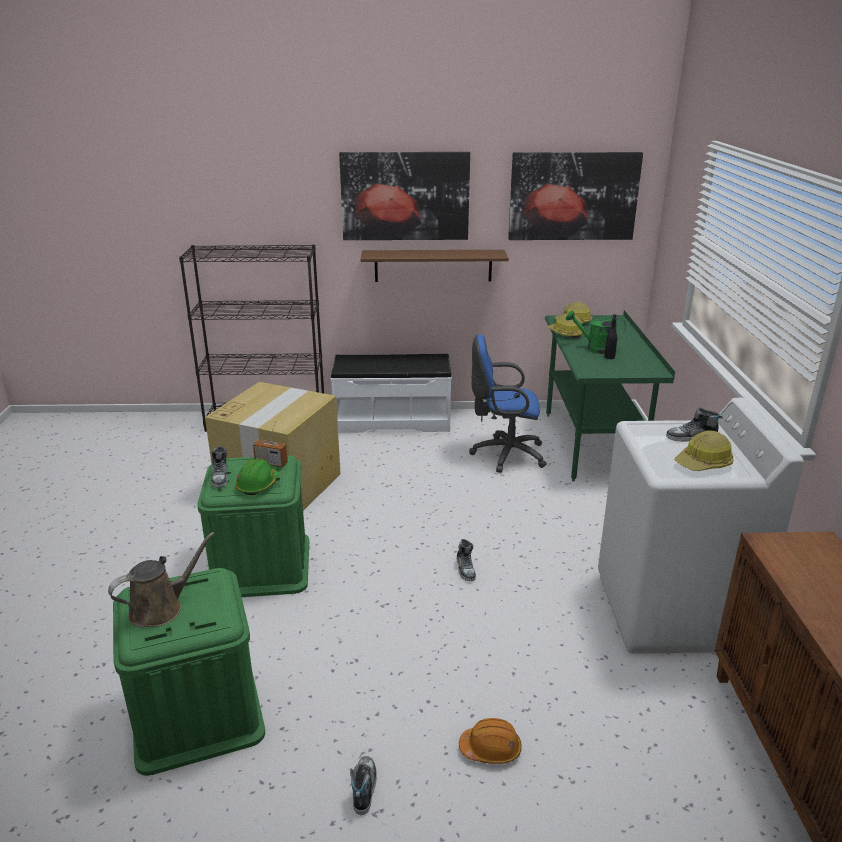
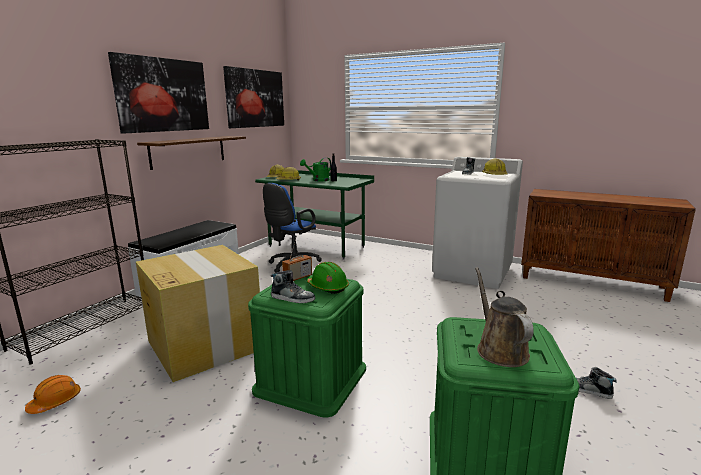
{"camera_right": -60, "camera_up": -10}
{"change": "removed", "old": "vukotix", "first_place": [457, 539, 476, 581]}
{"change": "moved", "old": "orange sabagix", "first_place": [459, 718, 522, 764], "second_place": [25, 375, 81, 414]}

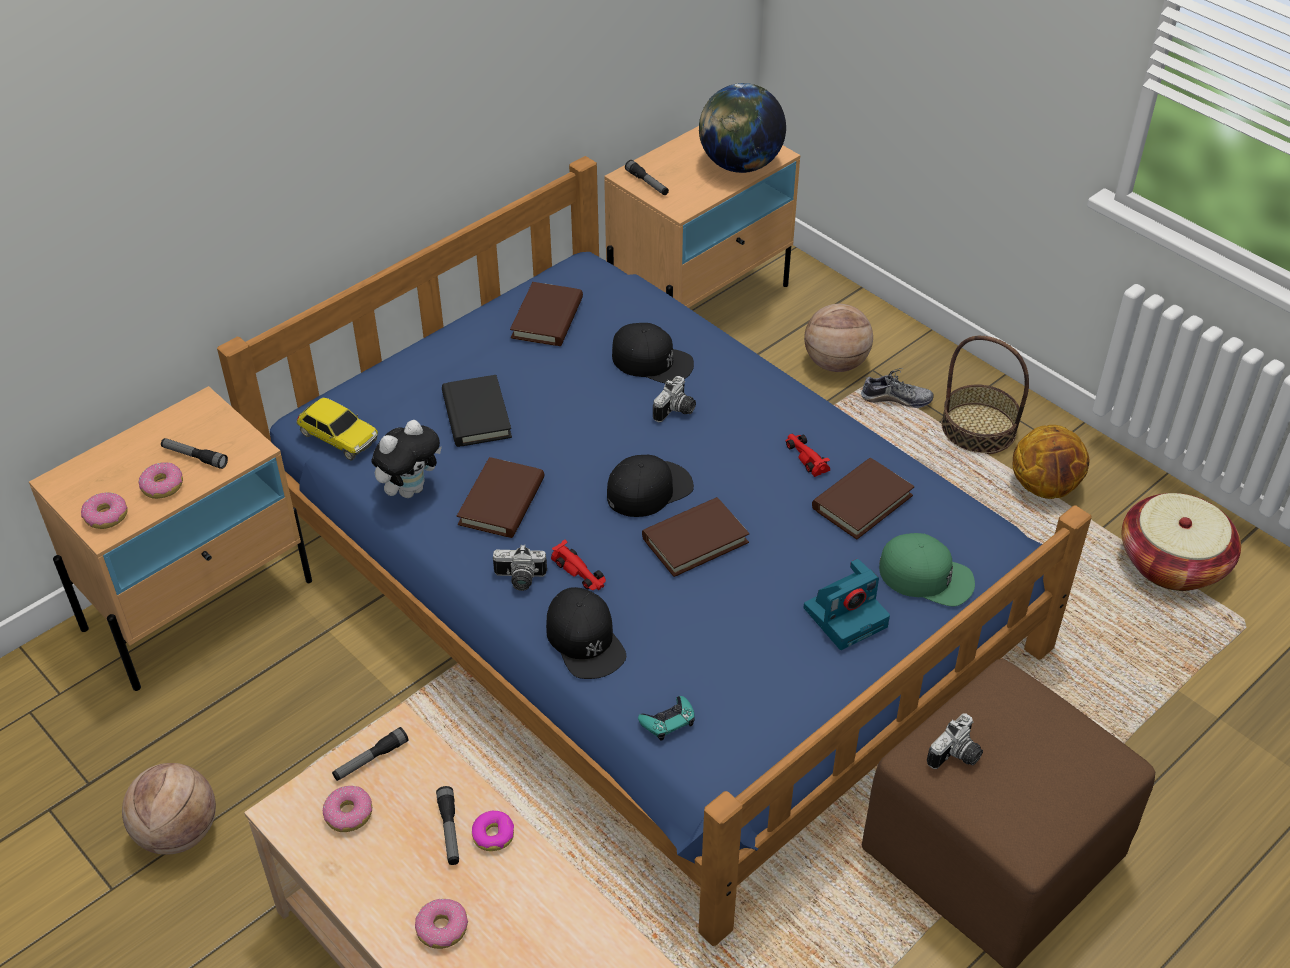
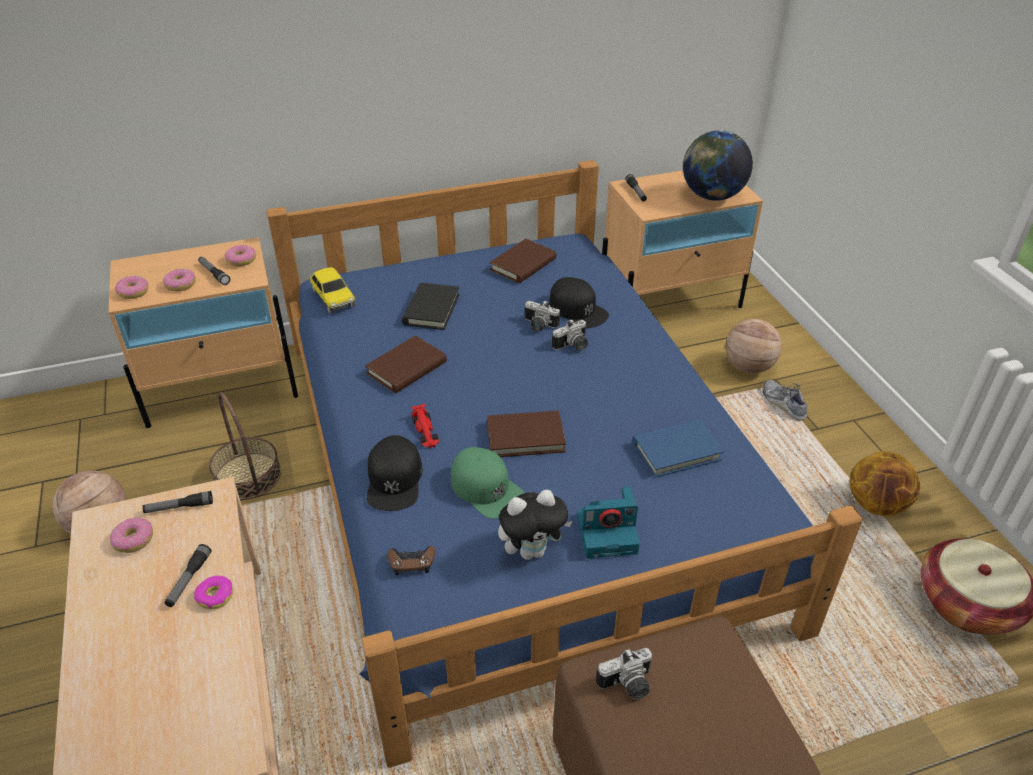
{"camera_right": 25, "camera_up": -5}
{"change": "removed", "old": "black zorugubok", "first_place": [607, 455, 694, 517]}
{"change": "removed", "old": "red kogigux", "first_place": [785, 434, 830, 477]}
{"change": "moved", "old": "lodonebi", "first_place": [371, 420, 442, 498], "second_place": [498, 490, 573, 560]}
{"change": "moved", "old": "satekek", "first_place": [415, 899, 468, 949], "second_place": [224, 245, 256, 266]}
{"change": "moved", "old": "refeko", "first_place": [493, 545, 547, 591], "second_place": [525, 301, 560, 331]}
{"change": "moved", "old": "green zorugubok", "first_place": [879, 533, 975, 606], "second_place": [451, 447, 524, 519]}
{"change": "moved", "old": "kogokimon", "first_place": [941, 336, 1029, 454], "second_place": [209, 392, 281, 500]}
{"change": "recoloured", "old": "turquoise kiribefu", "new": "brown kiribefu", "first_place": [638, 696, 695, 740], "second_place": [388, 546, 435, 575]}
{"change": "recoloured", "old": "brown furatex", "new": "blue furatex", "first_place": [812, 458, 915, 539], "second_place": [632, 420, 724, 478]}
{"change": "turned", "old": "vukotix", "first_place": [861, 368, 934, 408], "second_place": [763, 380, 807, 420], "degrees": -150}

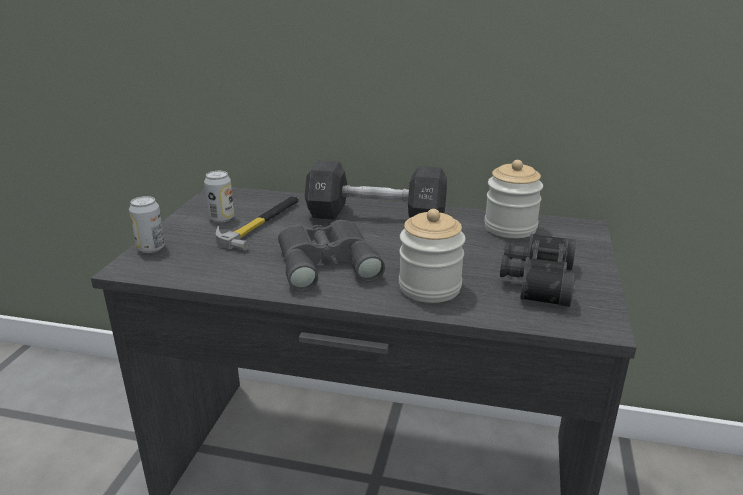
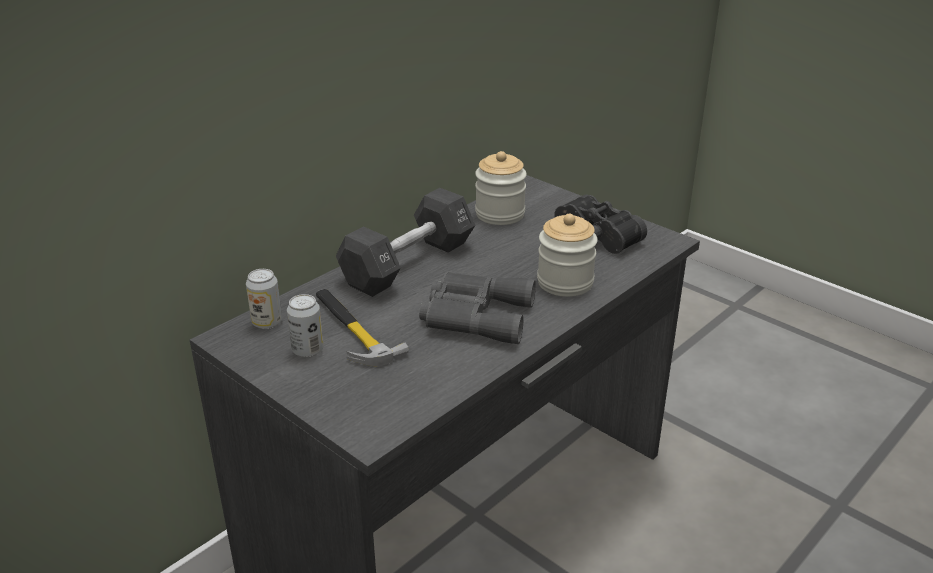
{"camera_right": -60, "camera_up": 5}
{"change": "moved", "old": "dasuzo", "first_place": [129, 196, 165, 253], "second_place": [246, 269, 282, 329]}

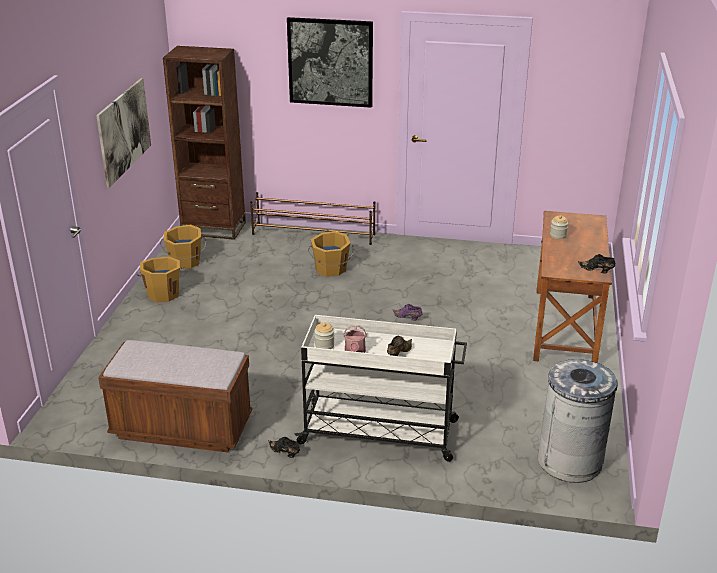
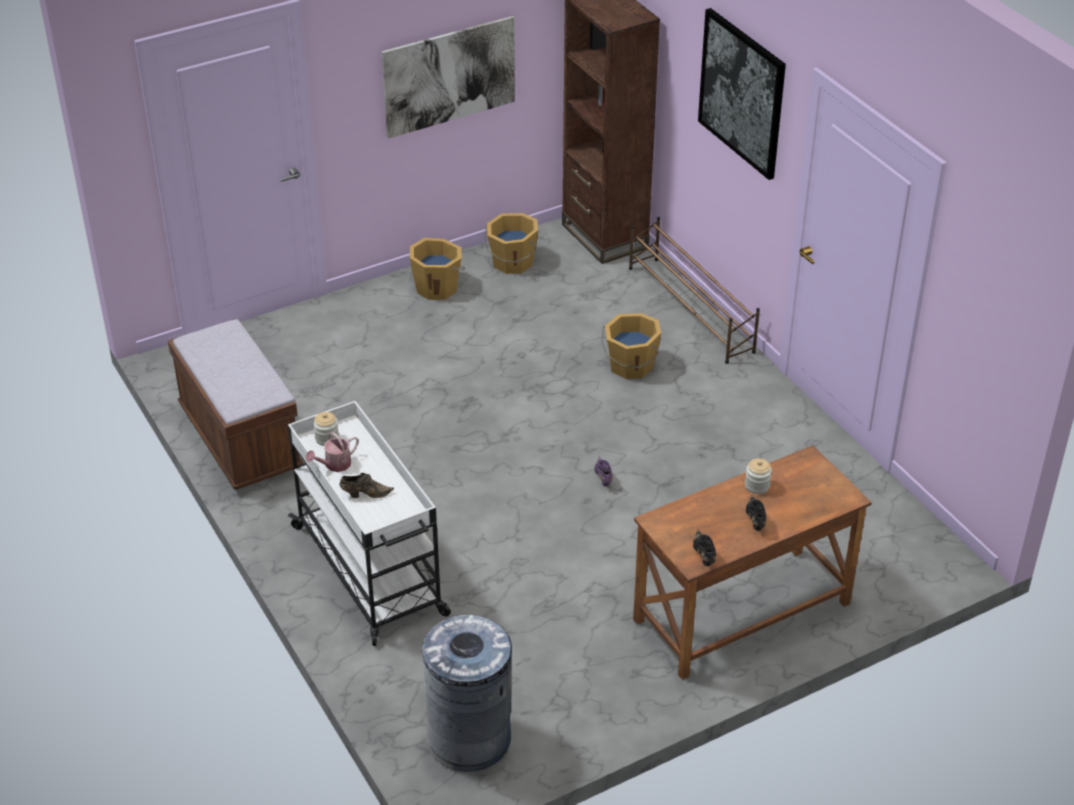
{"camera_right": 50, "camera_up": 10}
{"change": "moved", "old": "black vukotix", "first_place": [268, 437, 300, 458], "second_place": [746, 495, 766, 531]}

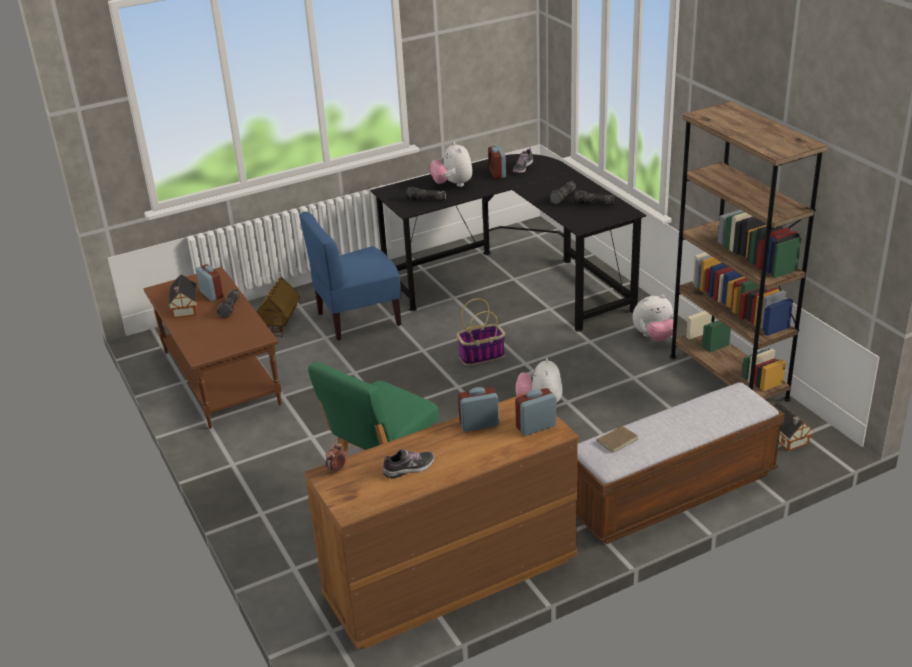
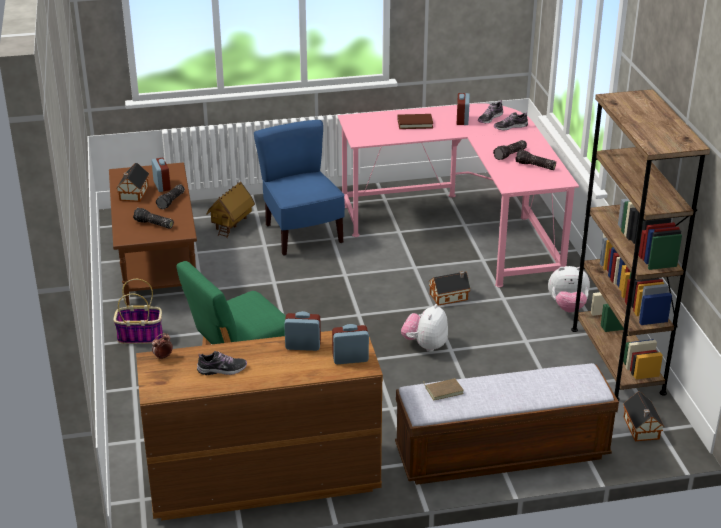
{"camera_right": 15, "camera_up": 0}
{"change": "added", "new": "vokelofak", "second_place": [429, 271, 471, 306]}
{"change": "added", "new": "vukotix", "second_place": [494, 112, 528, 131]}
{"change": "moved", "old": "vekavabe", "first_place": [406, 187, 446, 201], "second_place": [133, 208, 174, 229]}
{"change": "moved", "old": "kogokimon", "first_place": [457, 298, 505, 365], "second_place": [113, 279, 163, 344]}
{"change": "replaced", "old": "lodonebi", "new": "brown furatex", "first_place": [430, 142, 473, 187], "second_place": [397, 114, 433, 129]}
{"change": "recoloured", "old": "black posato", "new": "pink posato", "first_place": [370, 154, 646, 332], "second_place": [337, 103, 579, 287]}
{"change": "turned", "old": "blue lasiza", "first_place": [299, 212, 401, 340], "second_place": [254, 120, 345, 256], "degrees": 75}

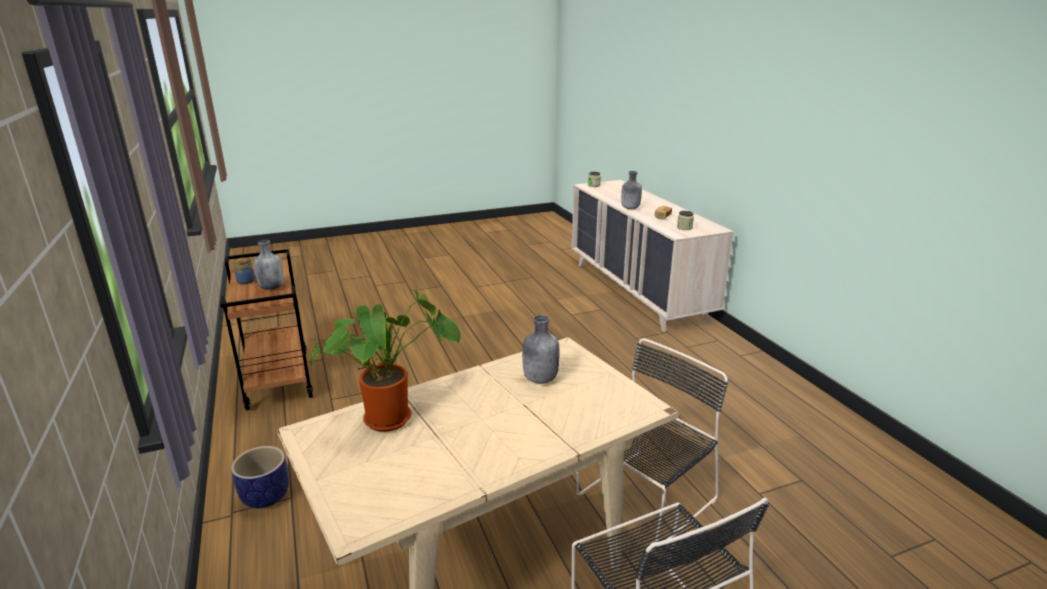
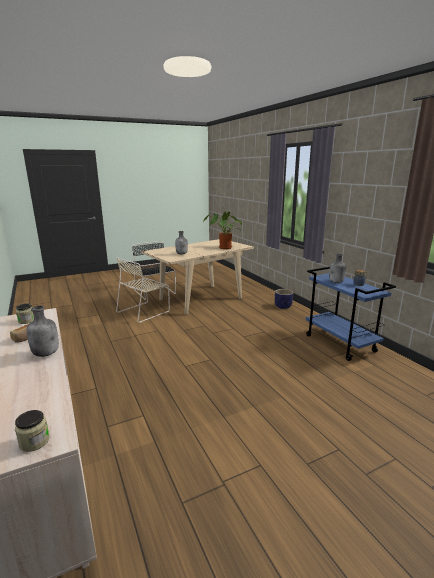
{"camera_right": 175, "camera_up": -5}
{"change": "recoloured", "old": "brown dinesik", "new": "blue dinesik", "first_place": [220, 249, 313, 411], "second_place": [306, 267, 396, 361]}
{"change": "recoloured", "old": "black lasiza", "new": "beige lasiza", "first_place": [576, 338, 728, 542], "second_place": [116, 257, 170, 323]}

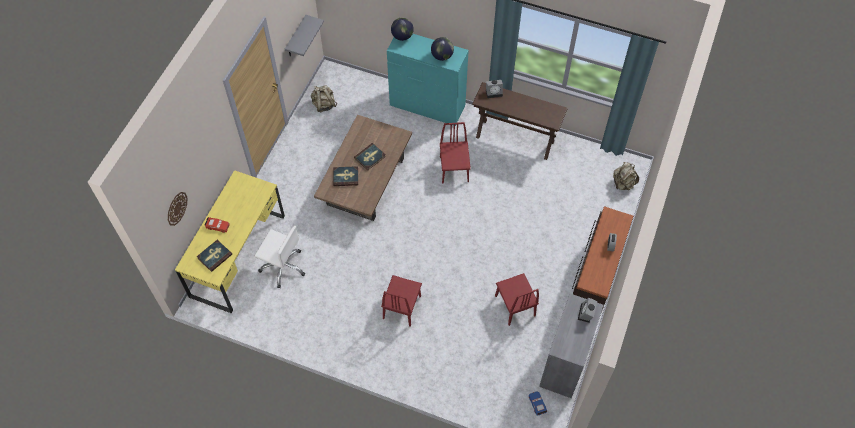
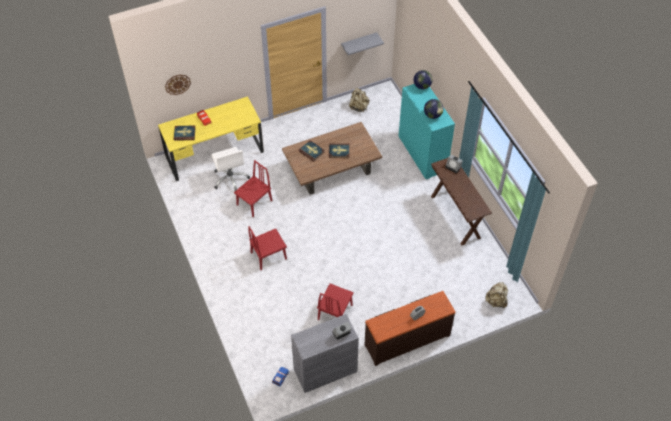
{"camera_right": 45, "camera_up": -5}
{"change": "moved", "old": "red lasiza", "first_place": [440, 122, 471, 184], "second_place": [234, 160, 272, 217]}

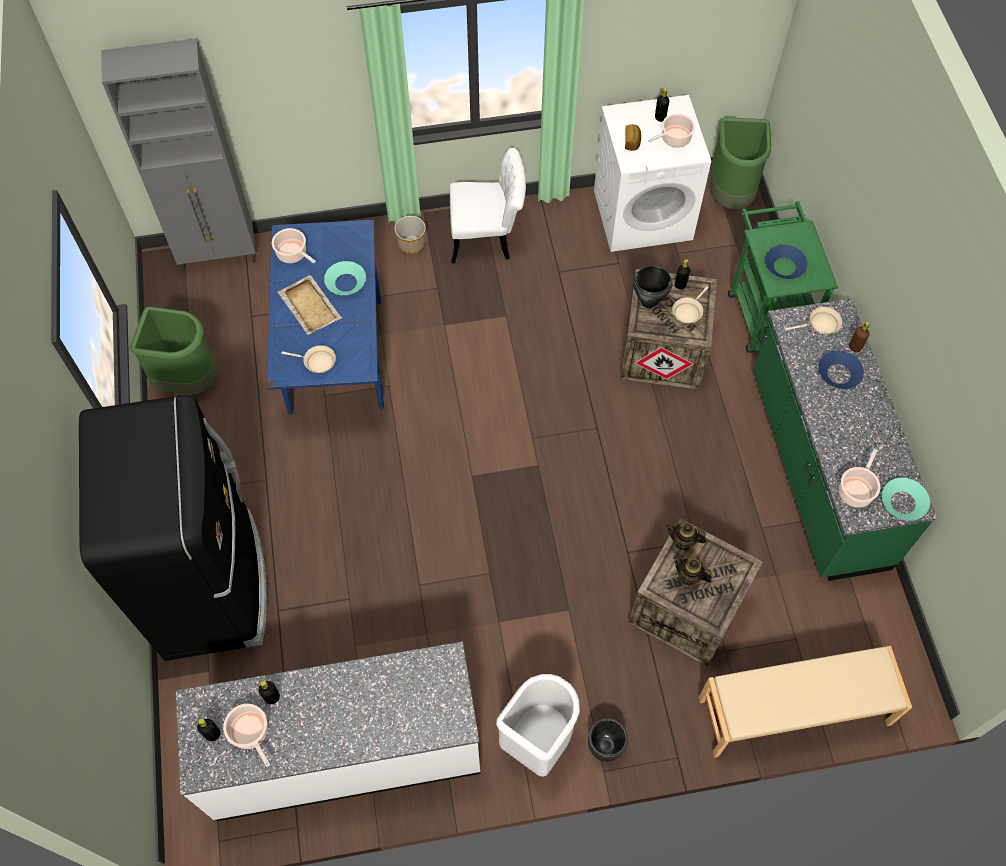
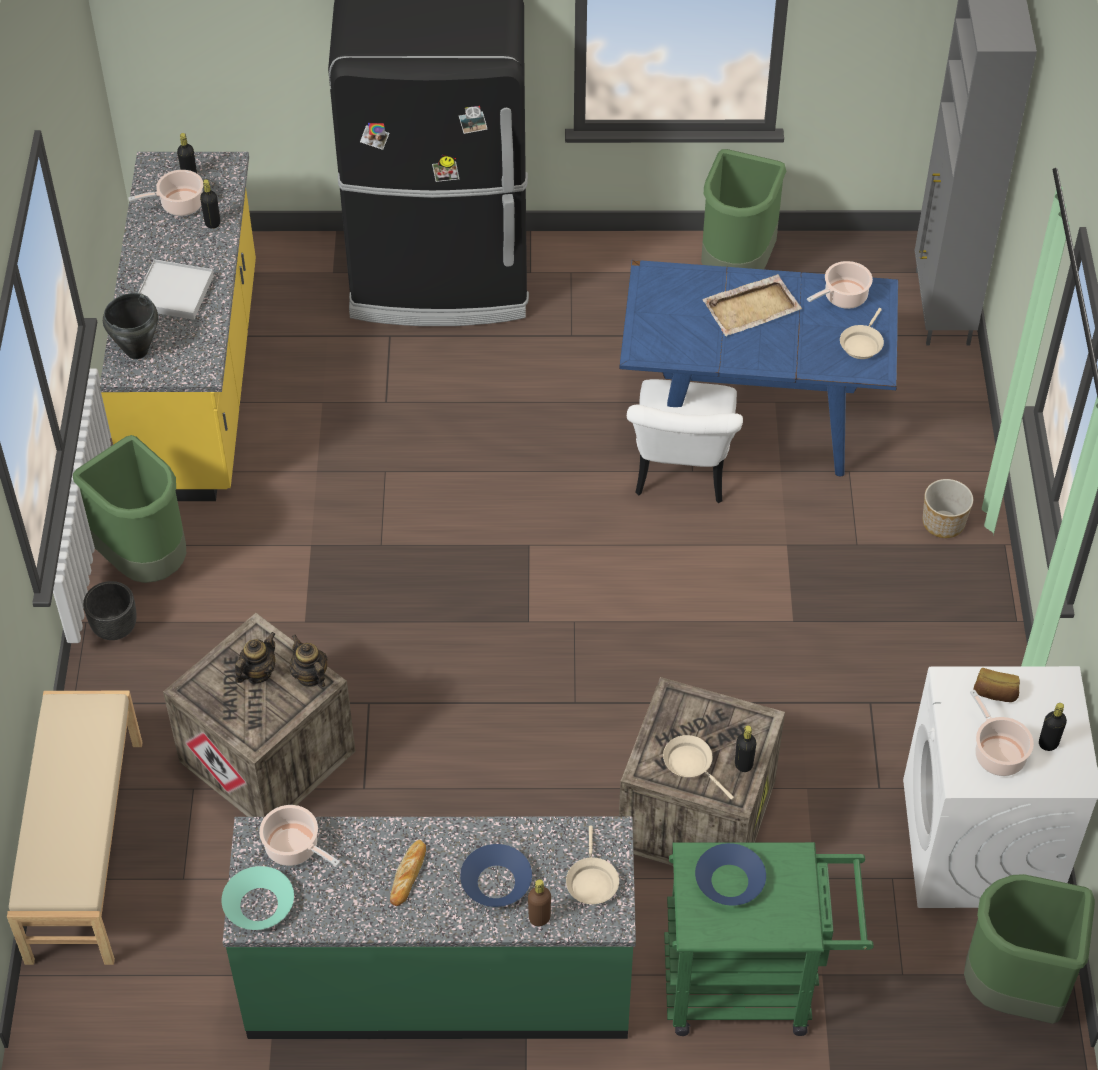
{"camera_right": 100, "camera_up": -10}
{"change": "removed", "old": "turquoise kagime", "first_place": [324, 261, 366, 295]}
{"change": "added", "new": "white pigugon", "second_place": [138, 259, 214, 320]}
{"change": "added", "new": "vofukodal", "second_place": [390, 840, 426, 906]}
{"change": "moved", "old": "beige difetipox", "first_place": [281, 345, 336, 373], "second_place": [840, 308, 884, 359]}
{"change": "moved", "old": "white lasiza", "first_place": [450, 148, 526, 263], "second_place": [627, 379, 743, 503]}
{"change": "moved", "old": "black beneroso", "first_place": [633, 266, 673, 308], "second_place": [103, 293, 158, 359]}
{"change": "recoloured", "old": "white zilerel", "new": "yellow zilerel", "first_place": [176, 642, 480, 821], "second_place": [100, 152, 256, 501]}
{"change": "recoloured", "old": "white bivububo", "new": "green bivububo", "first_place": [496, 674, 580, 777], "second_place": [73, 435, 186, 583]}
{"change": "turned", "old": "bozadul", "first_place": [666, 522, 706, 551], "second_place": [290, 635, 327, 687], "degrees": -60}

